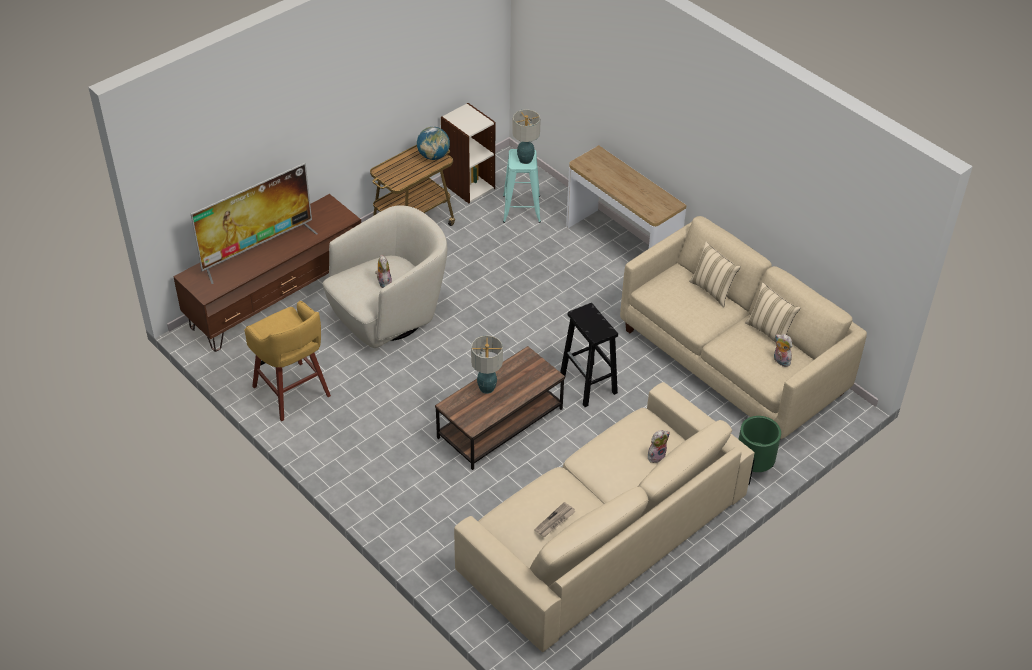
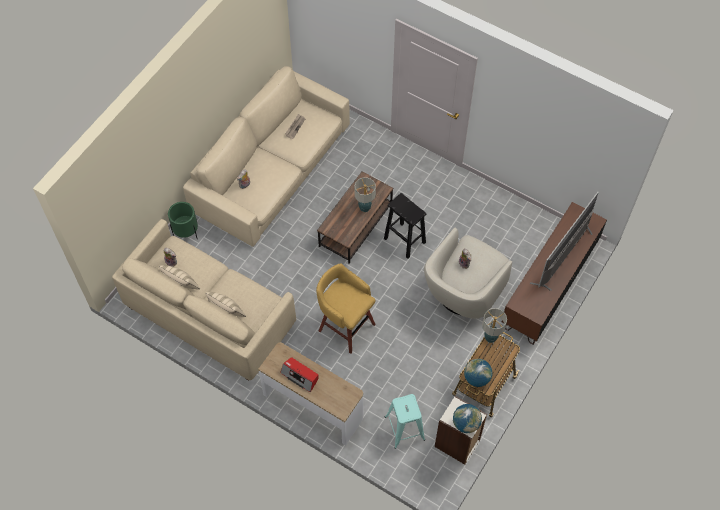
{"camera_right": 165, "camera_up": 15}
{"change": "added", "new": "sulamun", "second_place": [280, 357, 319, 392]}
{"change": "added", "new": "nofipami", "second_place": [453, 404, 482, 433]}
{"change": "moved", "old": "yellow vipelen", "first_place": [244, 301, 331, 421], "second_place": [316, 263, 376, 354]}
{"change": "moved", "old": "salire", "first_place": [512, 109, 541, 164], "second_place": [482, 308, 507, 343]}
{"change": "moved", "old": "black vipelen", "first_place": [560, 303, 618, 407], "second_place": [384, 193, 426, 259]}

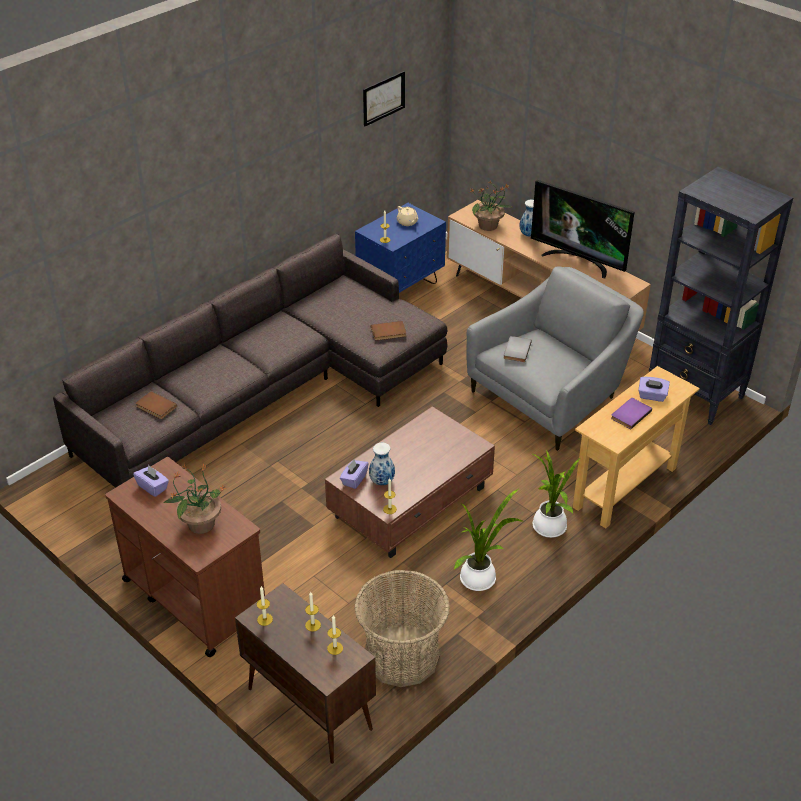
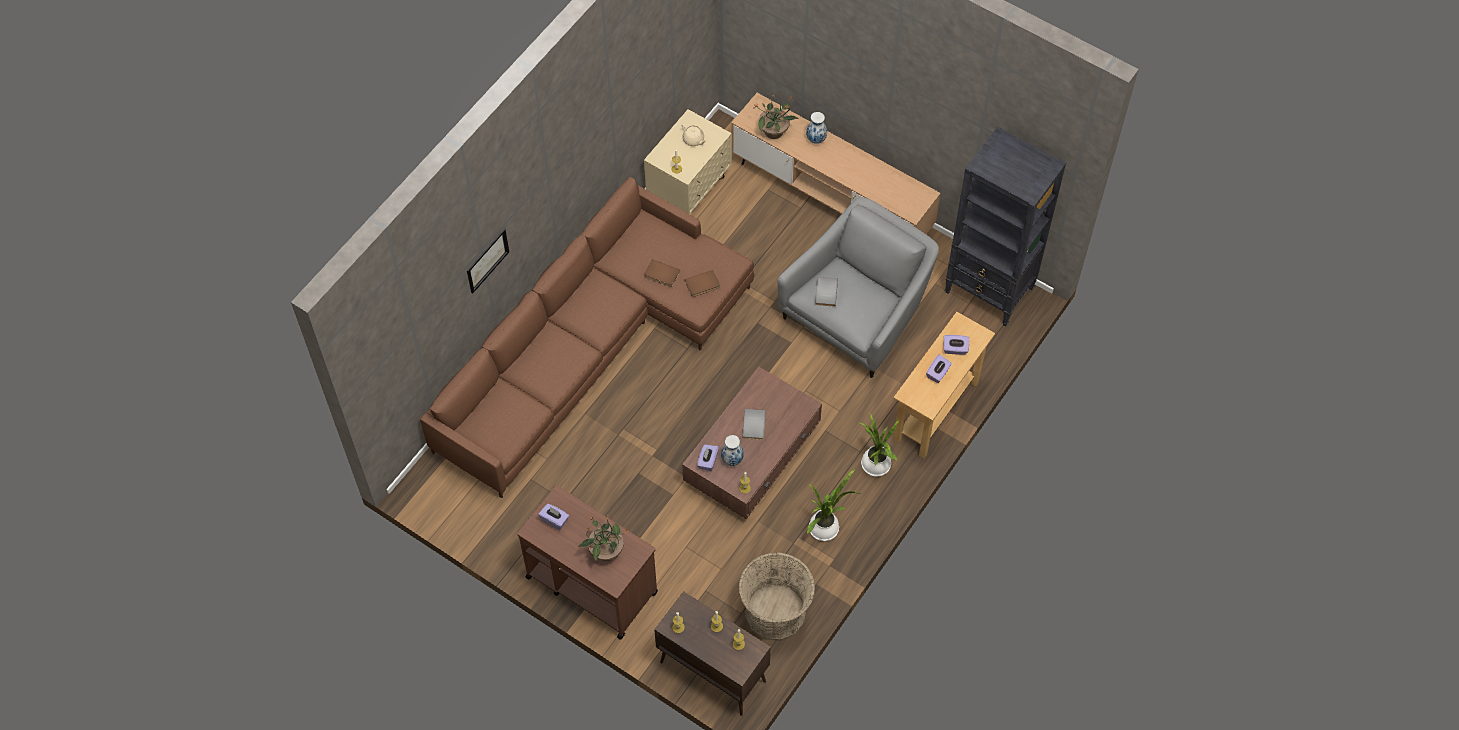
{"camera_right": -10, "camera_up": 20}
{"change": "removed", "old": "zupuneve", "first_place": [531, 180, 634, 278]}
{"change": "added", "new": "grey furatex", "second_place": [742, 409, 766, 440]}
{"change": "moved", "old": "brown furatex", "first_place": [136, 391, 177, 419], "second_place": [644, 259, 680, 287]}
{"change": "moved", "old": "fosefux", "first_place": [363, 71, 405, 126], "second_place": [467, 229, 509, 294]}
{"change": "replaced", "old": "purple furatex", "new": "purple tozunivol", "first_place": [611, 398, 652, 429], "second_place": [926, 354, 952, 383]}
{"change": "recoloured", "old": "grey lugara", "new": "brown lugara", "first_place": [53, 233, 448, 488], "second_place": [420, 177, 754, 498]}
{"change": "recoloured", "old": "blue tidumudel", "new": "beige tidumudel", "first_place": [355, 203, 446, 293], "second_place": [644, 109, 732, 214]}

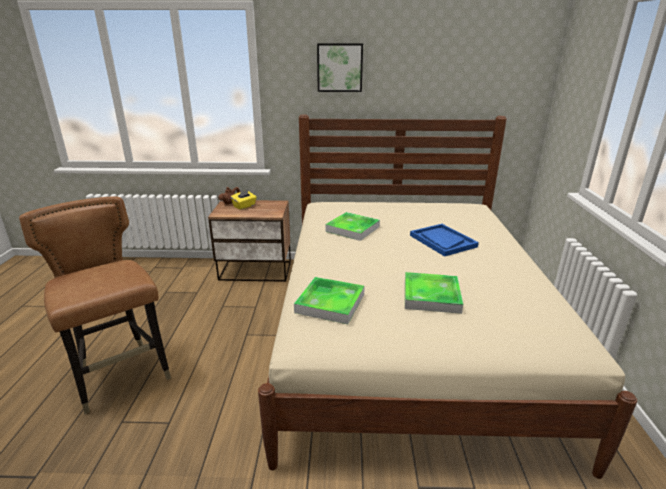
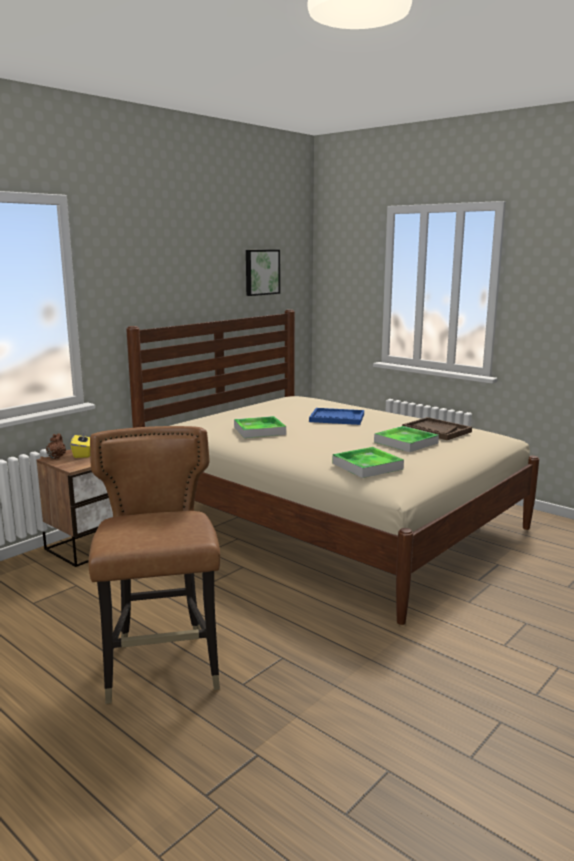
{"camera_right": -50, "camera_up": -10}
{"change": "added", "new": "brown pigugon", "second_place": [402, 417, 472, 440]}
{"change": "moved", "old": "fosefux", "first_place": [317, 43, 363, 92], "second_place": [246, 250, 280, 296]}
{"change": "turned", "old": "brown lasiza", "first_place": [19, 196, 171, 414], "second_place": [88, 426, 220, 704], "degrees": 75}

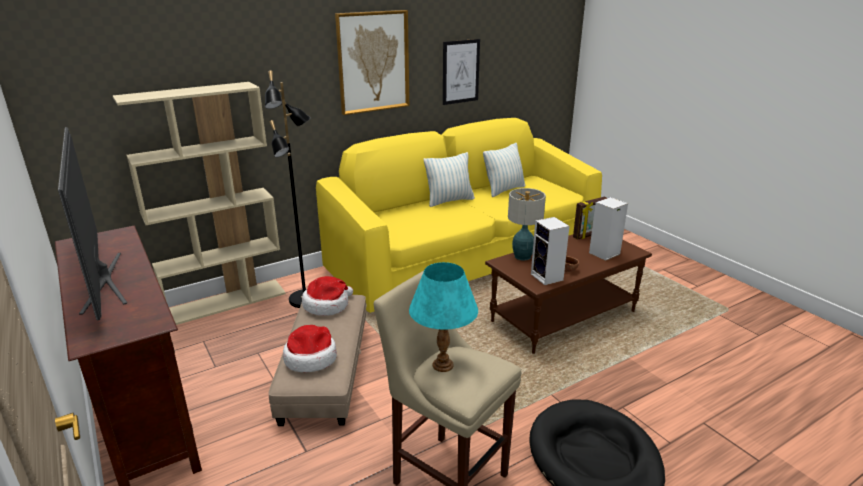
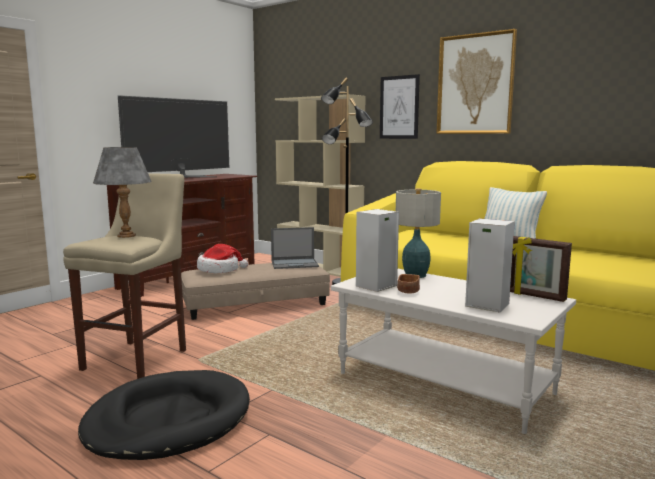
{"camera_right": 70, "camera_up": -15}
{"change": "removed", "old": "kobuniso", "first_place": [483, 143, 525, 197]}
{"change": "moved", "old": "fosefux", "first_place": [443, 39, 480, 105], "second_place": [380, 74, 420, 139]}
{"change": "replaced", "old": "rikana", "new": "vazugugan", "first_place": [302, 276, 353, 316], "second_place": [271, 227, 319, 269]}
{"change": "recoloured", "old": "turquoise salire", "new": "grey salire", "first_place": [409, 262, 478, 372], "second_place": [93, 147, 152, 238]}
{"change": "recoloured", "old": "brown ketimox", "new": "white ketimox", "first_place": [485, 234, 652, 354], "second_place": [331, 269, 576, 434]}

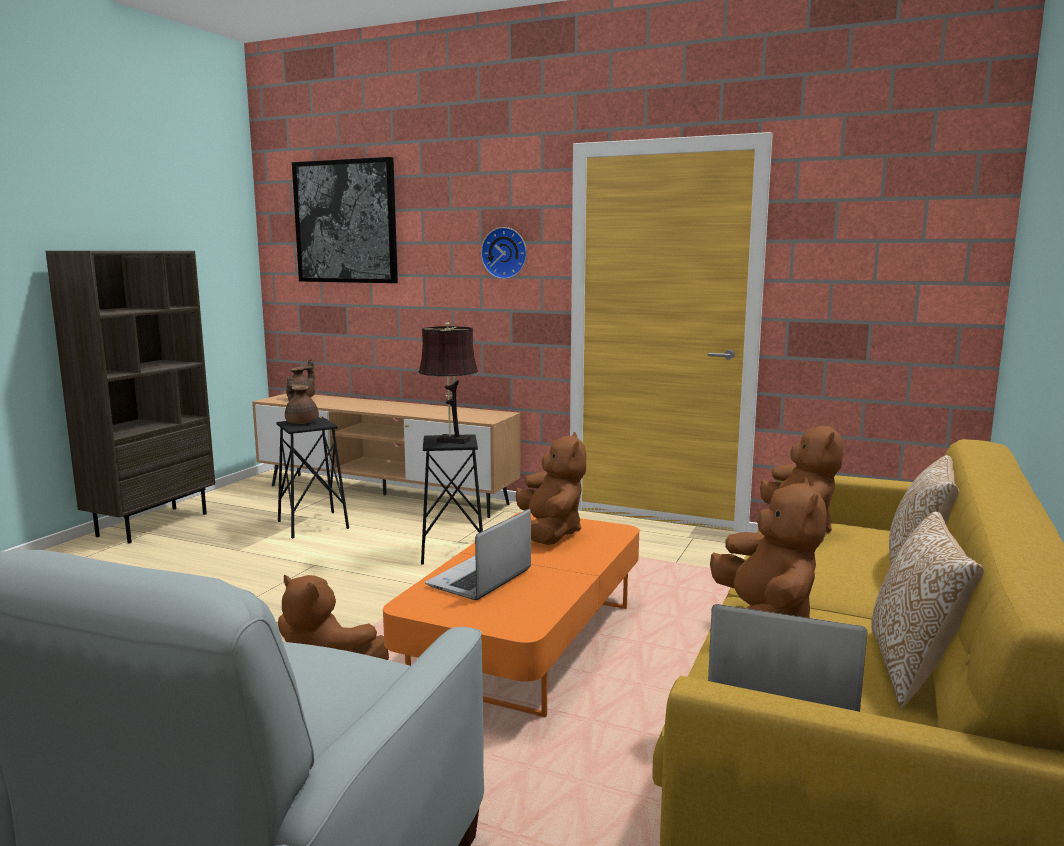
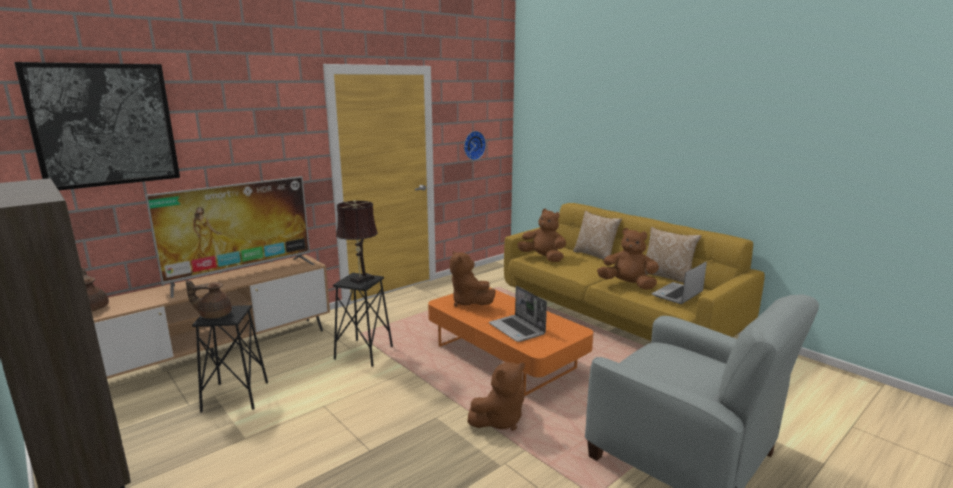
{"camera_right": -65, "camera_up": 5}
{"change": "added", "new": "zupuneve", "second_place": [145, 176, 315, 298]}
{"change": "moved", "old": "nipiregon", "first_place": [481, 227, 527, 279], "second_place": [464, 131, 486, 160]}
{"change": "turned", "old": "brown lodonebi", "first_place": [516, 432, 586, 545], "second_place": [450, 250, 495, 307], "degrees": -135}

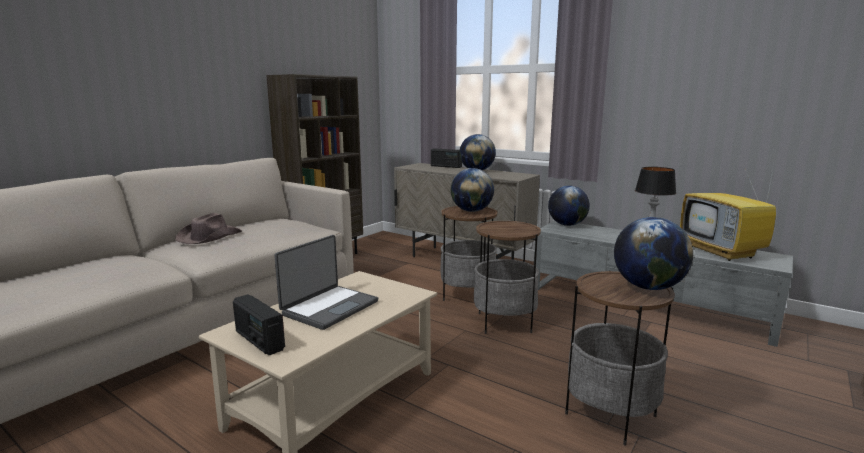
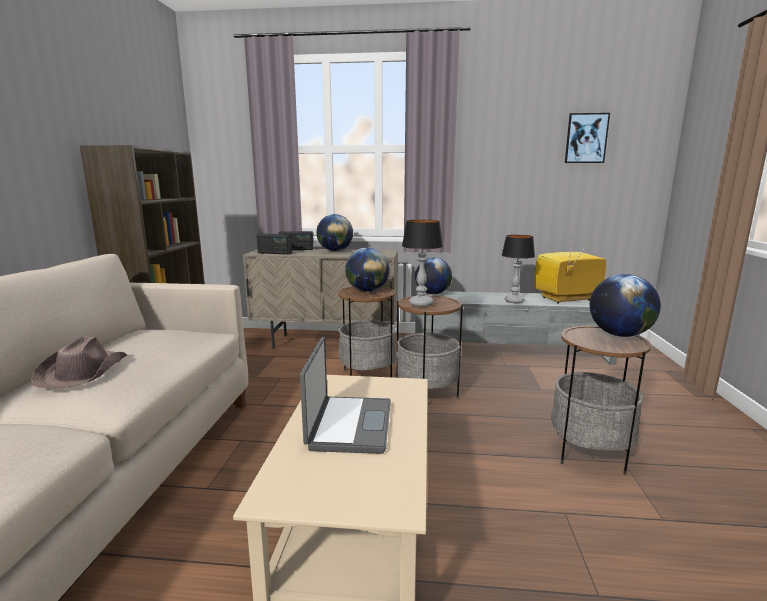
{"camera_right": -30, "camera_up": 0}
{"change": "added", "new": "salire", "second_place": [402, 220, 443, 307]}
{"change": "added", "new": "fosefux", "second_place": [565, 113, 610, 163]}
{"change": "moved", "old": "sulamun", "first_place": [233, 294, 285, 355], "second_place": [257, 234, 292, 255]}
{"change": "turned", "old": "zupuneve", "first_place": [680, 165, 776, 261], "second_place": [535, 232, 606, 304], "degrees": 120}

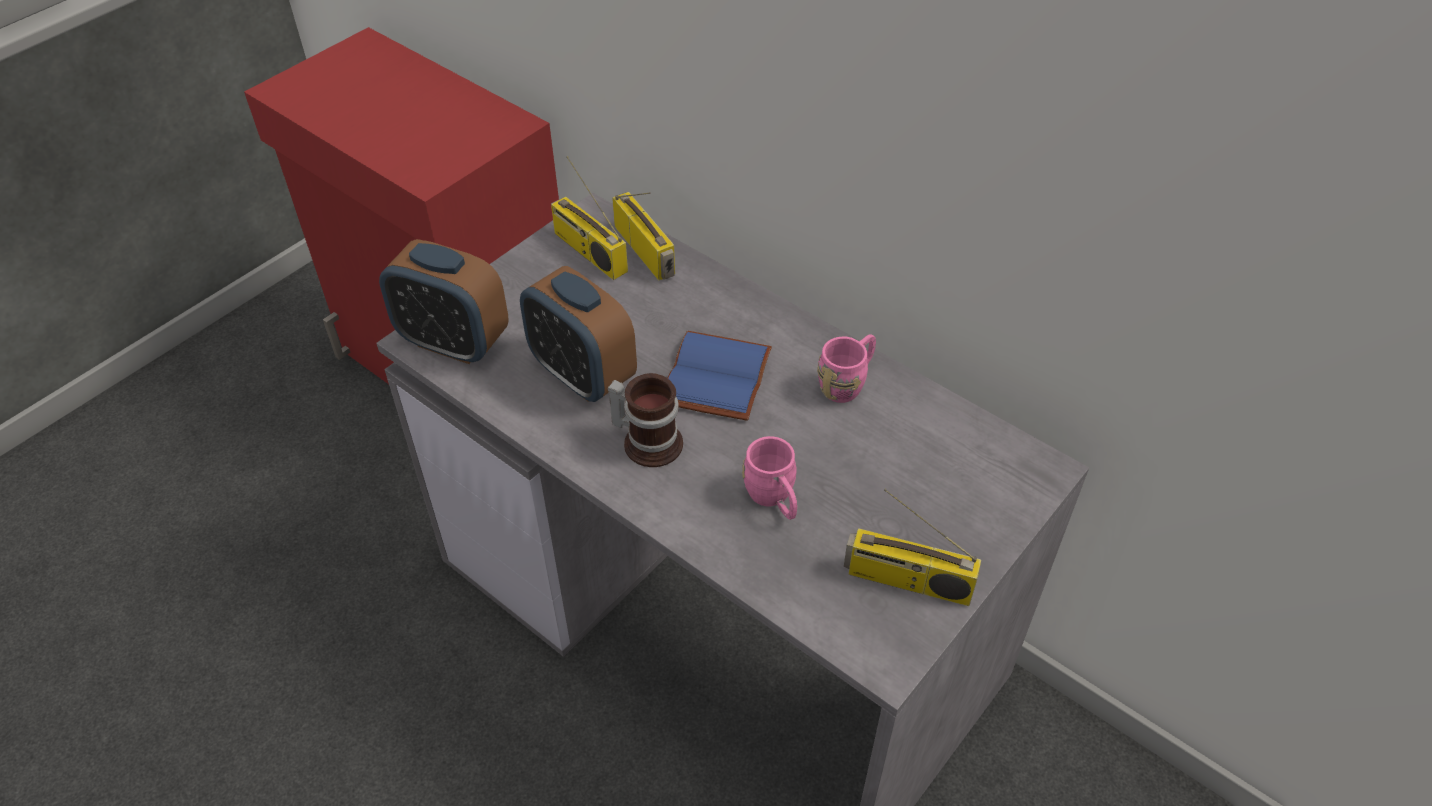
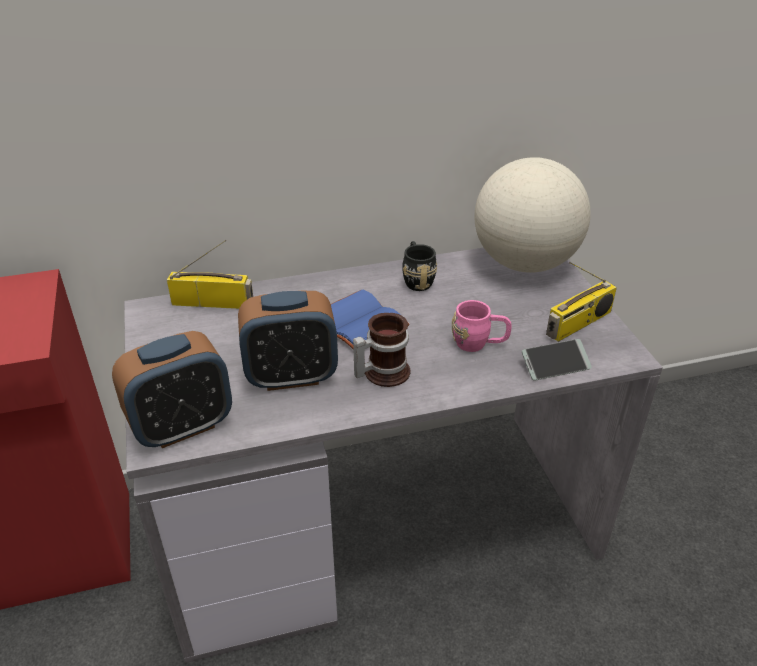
{"camera_right": -55, "camera_up": -10}
{"change": "removed", "old": "sulamun", "first_place": [551, 156, 628, 280]}
{"change": "added", "new": "nofipami", "second_place": [475, 157, 591, 273]}
{"change": "added", "new": "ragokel", "second_place": [521, 339, 592, 381]}
{"change": "recoloured", "old": "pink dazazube", "new": "black dazazube", "first_place": [817, 334, 876, 403], "second_place": [402, 241, 437, 291]}

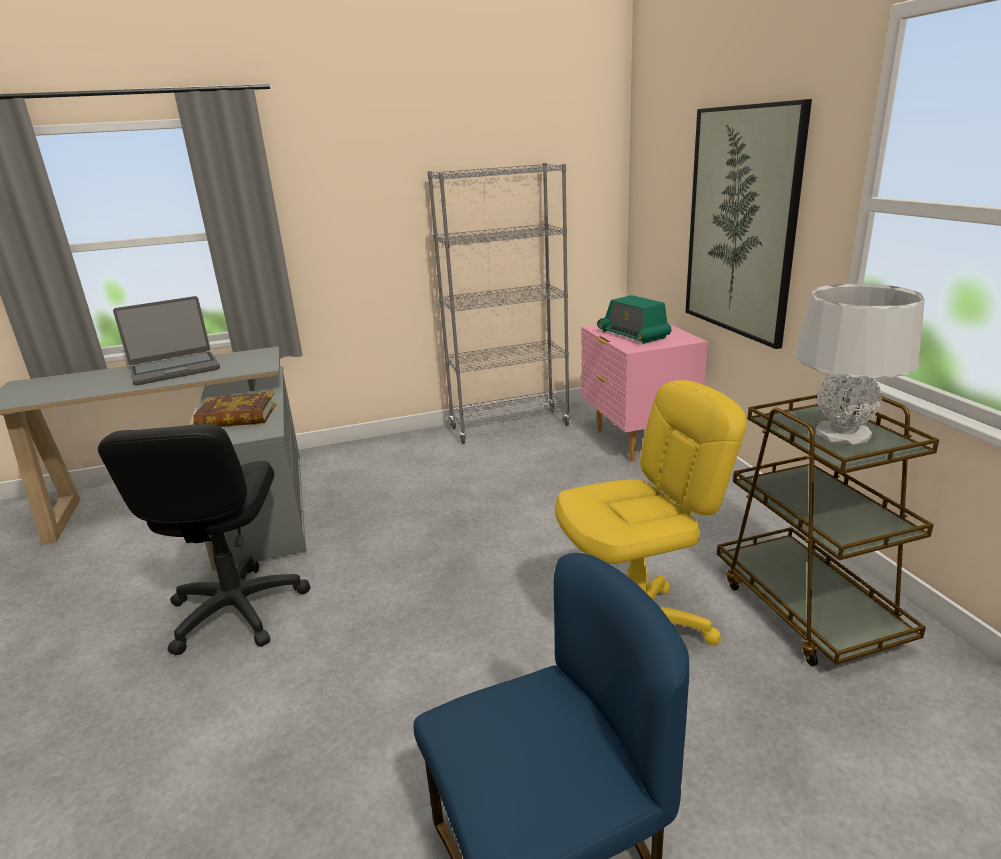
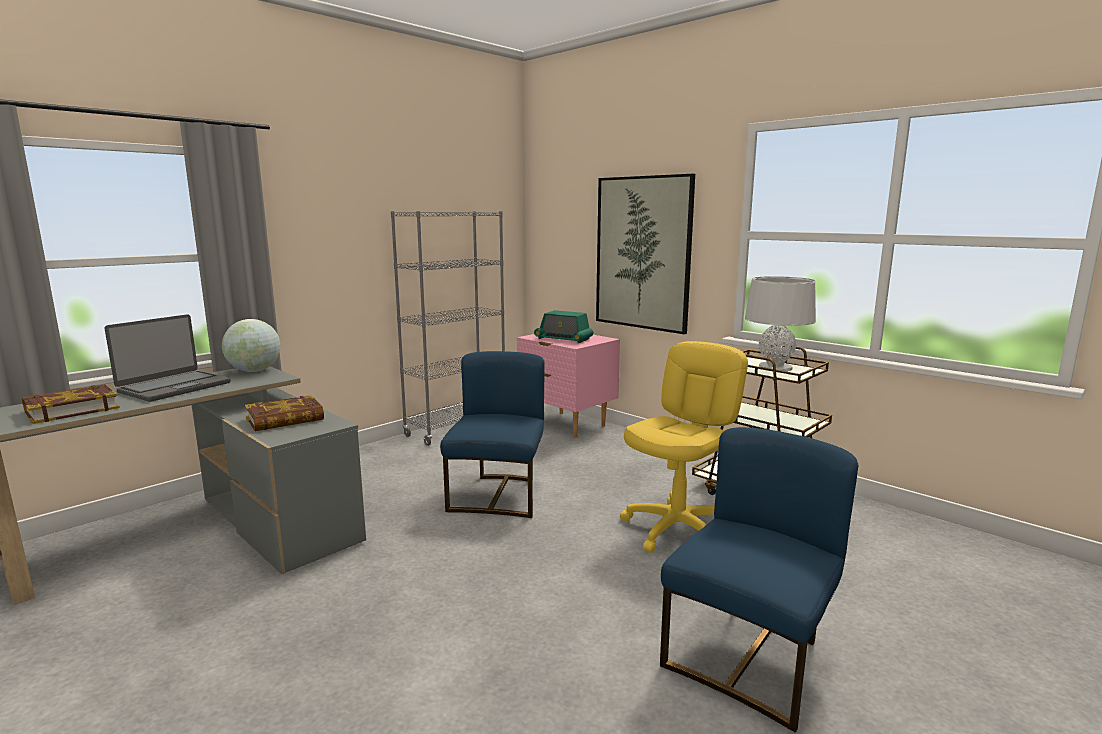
{"camera_right": -30, "camera_up": -10}
{"change": "removed", "old": "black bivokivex", "first_place": [98, 424, 310, 655]}
{"change": "added", "new": "furatex", "second_place": [22, 384, 120, 424]}
{"change": "added", "new": "nofipami", "second_place": [222, 319, 280, 372]}
{"change": "added", "new": "blue lasiza", "second_place": [440, 351, 545, 518]}

